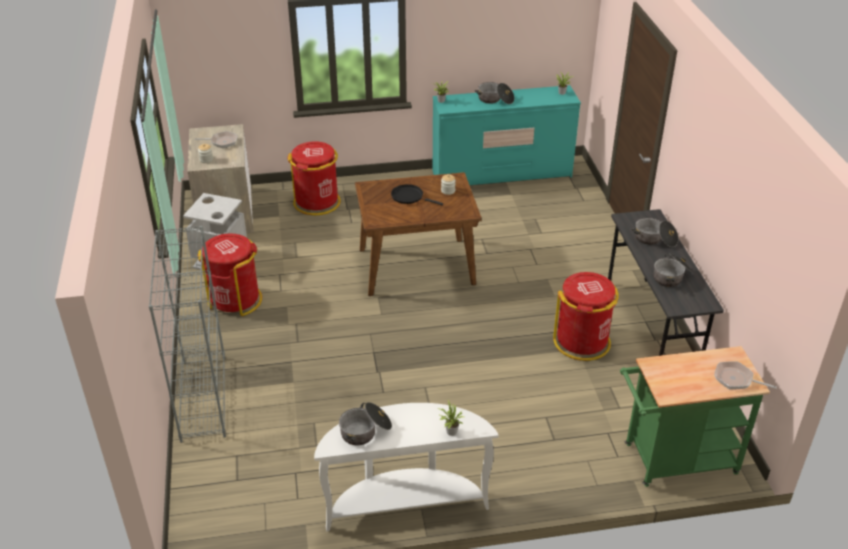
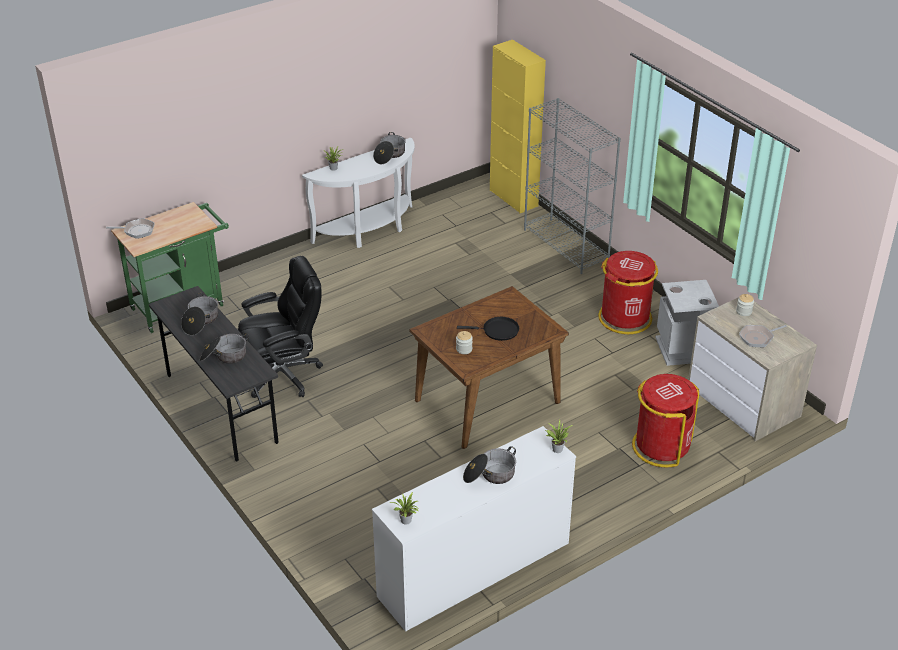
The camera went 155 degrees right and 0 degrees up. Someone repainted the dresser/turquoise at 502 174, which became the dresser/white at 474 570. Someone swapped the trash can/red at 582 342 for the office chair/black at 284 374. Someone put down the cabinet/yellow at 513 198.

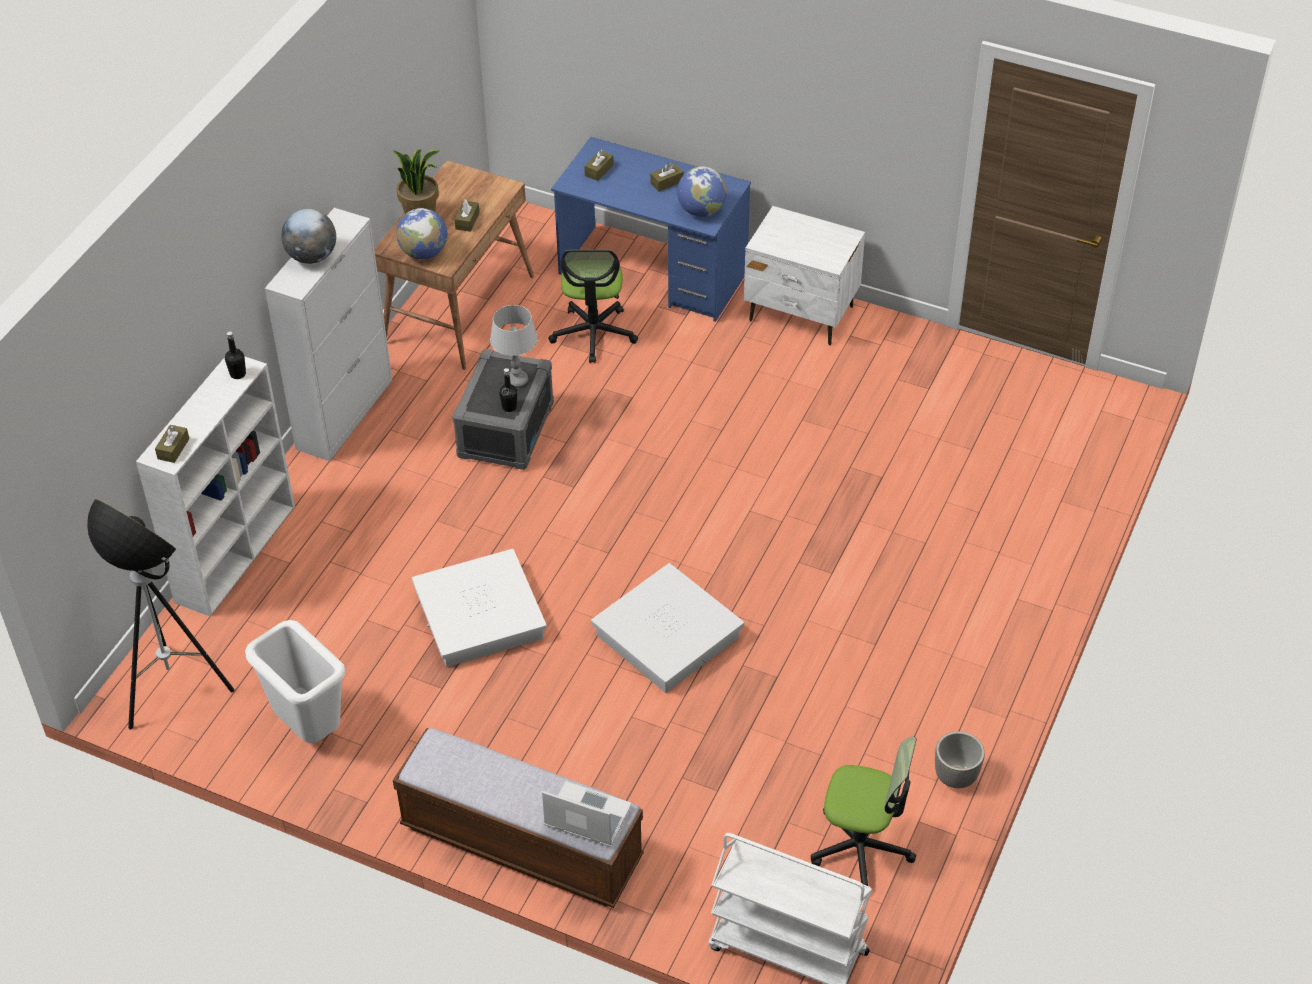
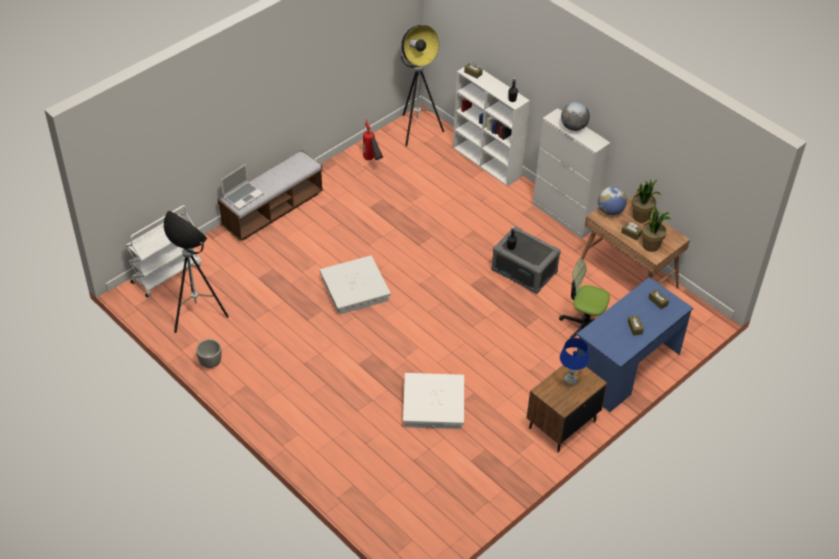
The camera went 110 degrees right and 0 degrees up. Someone swapped the trash can/white at 308 728 for the fire extinguisher at 372 163. Someone carried the storage box/white from 480 616 to 433 405. Someone took away the table lamp/grey at 517 380. Someone took away the globe at 701 211. Someone repainted the nightstand/white at 801 314, which became the nightstand/brown at 561 425. Someone swapped the office chair at 861 848 for the floor lamp at 197 315. Someone put down the table lamp/blue at 570 380. Someone put down the potted plant at 651 245.

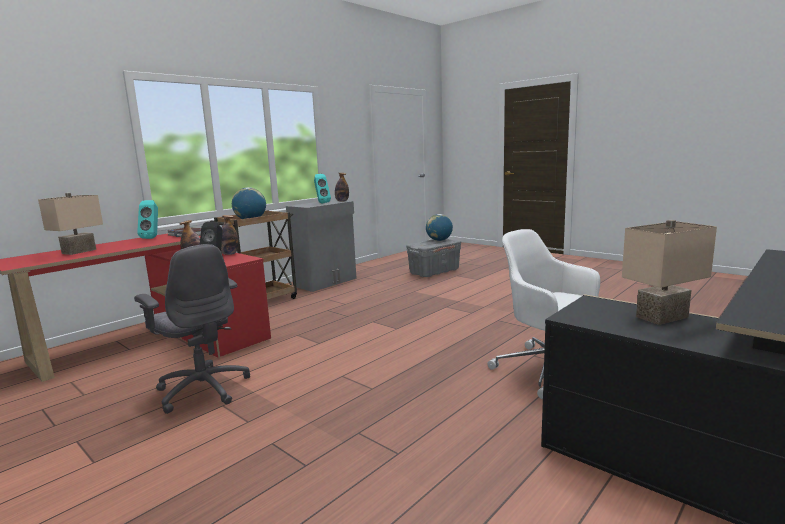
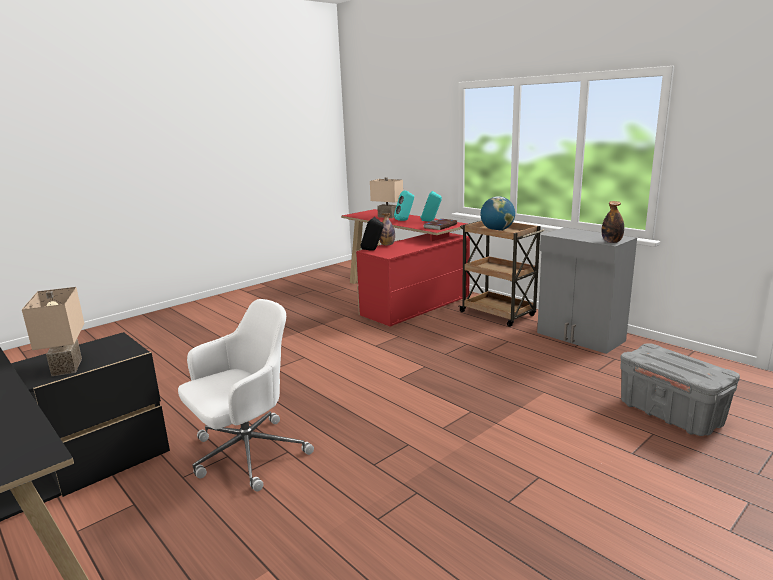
The camera went 95 degrees right and 5 degrees up. Someone took away the office chair/grey at 203 389. Someone took away the bottle at 229 254. Someone carried the speaker/turquoise from 321 203 to 405 220. Someone took away the globe at 439 240.

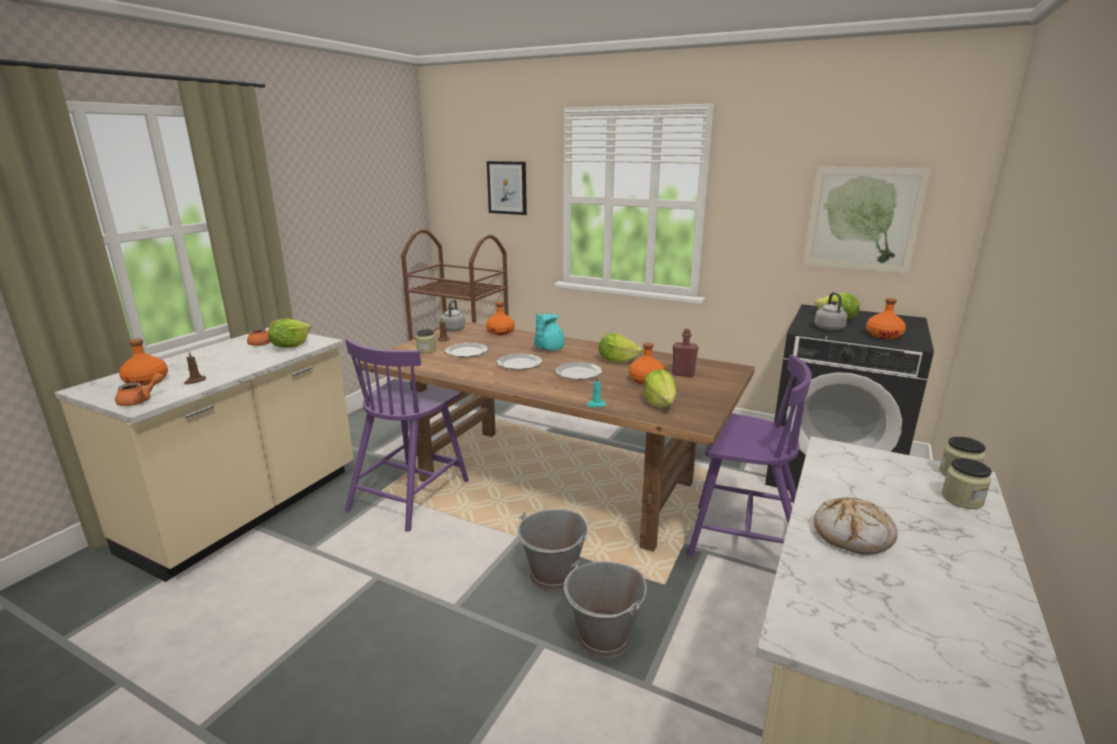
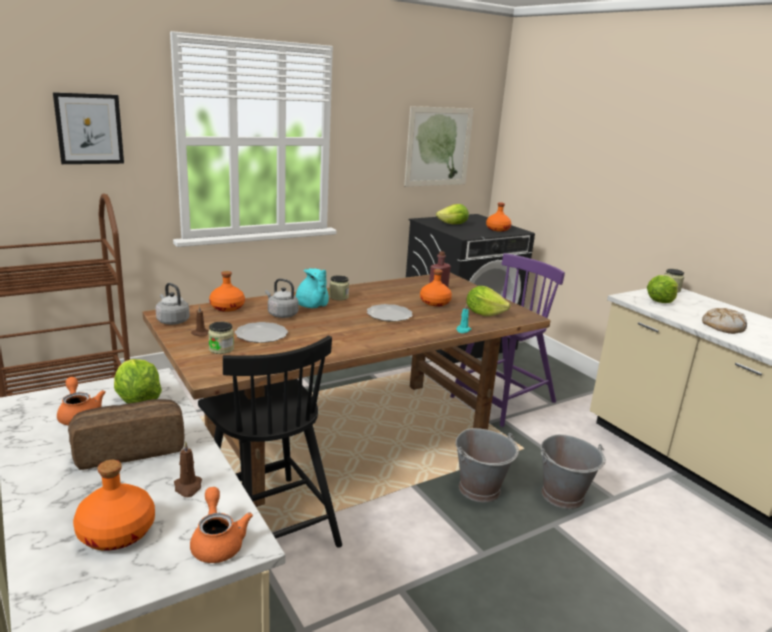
The camera went 60 degrees left and 0 degrees up. Someone repainted the chair/purple at 410 494, which became the chair/black at 269 523. Someone took away the plate at 520 363. Someone carried the lettuce from 617 360 to 660 301. Someone carried the kettle/grey from 828 327 to 281 314. Someone carried the jar from 962 499 to 338 297. Someone put down the bread at 130 449.

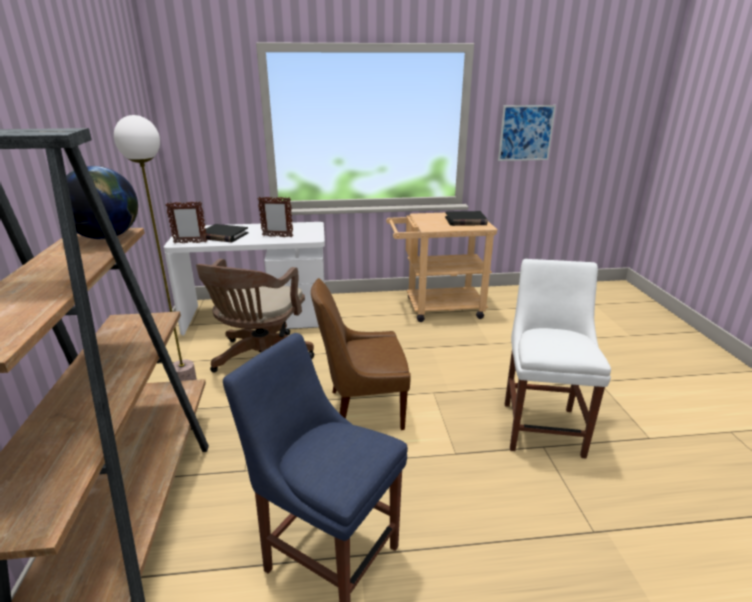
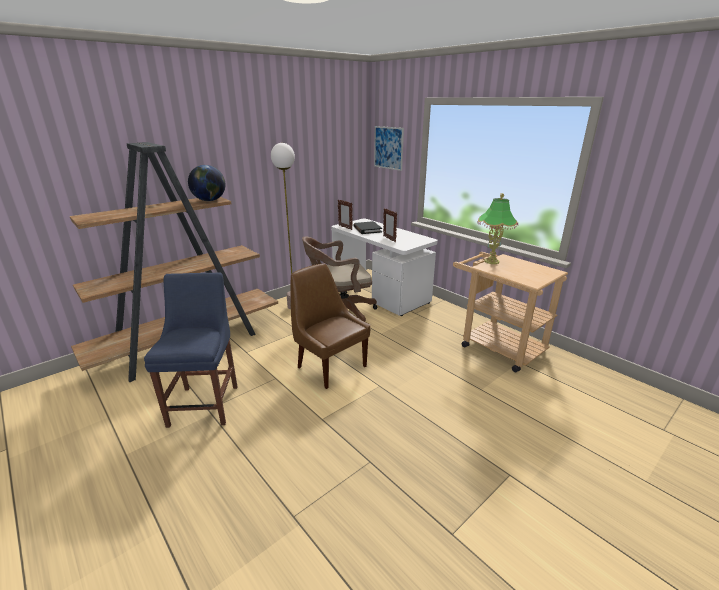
The camera went 55 degrees right and 0 degrees up. Someone took away the book/black at 465 221. Someone carried the picture from 526 133 to 388 148. Someone took away the chair/white at 542 425. Someone put down the table lamp at 491 261.

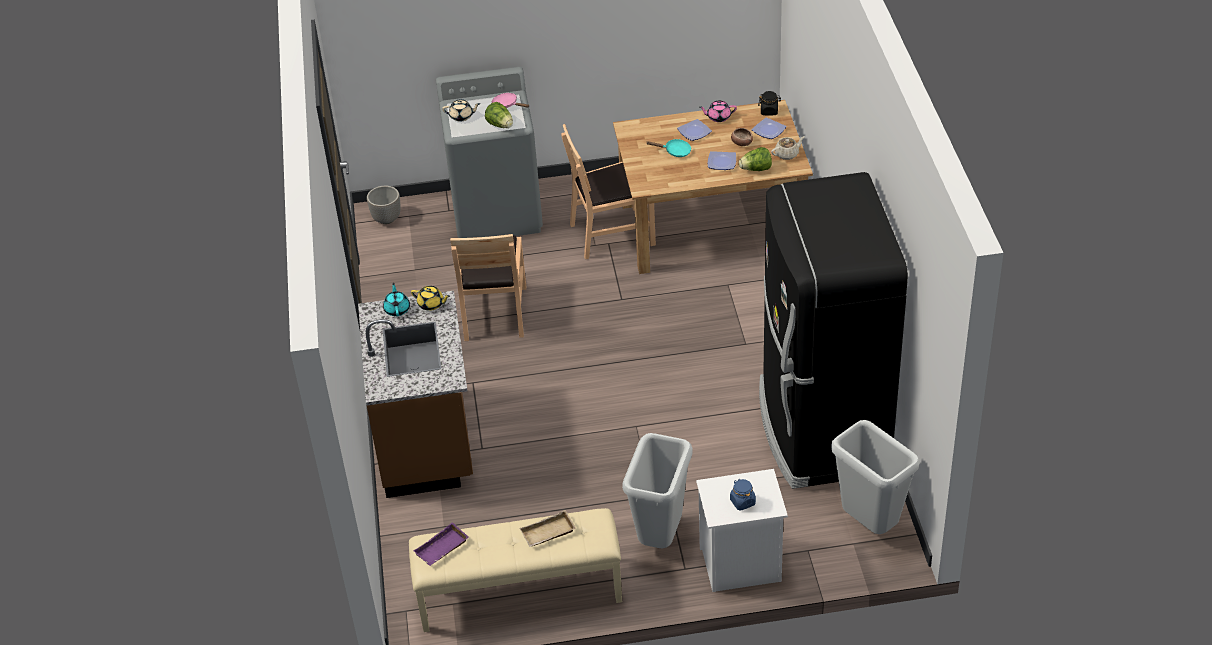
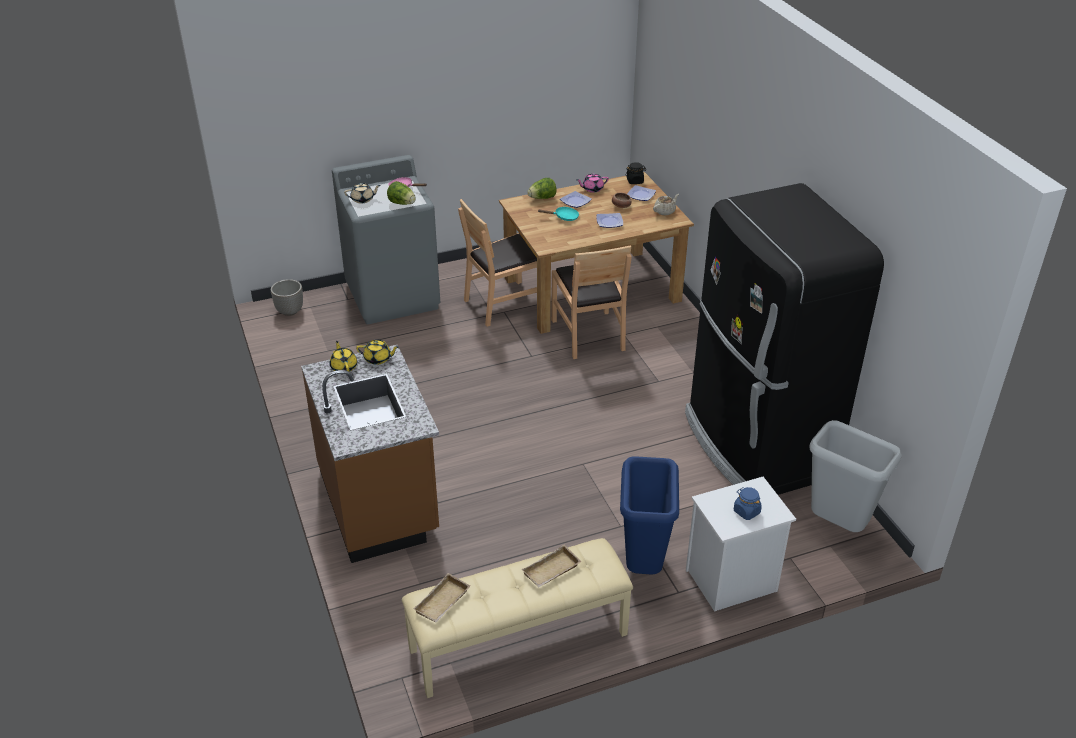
The camera went 15 degrees left and 5 degrees down. Someone repainted the teapot/turquoise at 397 309, which became the teapot/yellow at 344 366. Someone repainted the tray/purple at 442 549, which became the tray/beige at 443 603. Someone carried the chair/brown from 493 313 to 589 334. Someone repainted the trash can/grey at 659 537, which became the trash can/blue at 642 565. Someone carried the lettuce from 756 169 to 542 198.

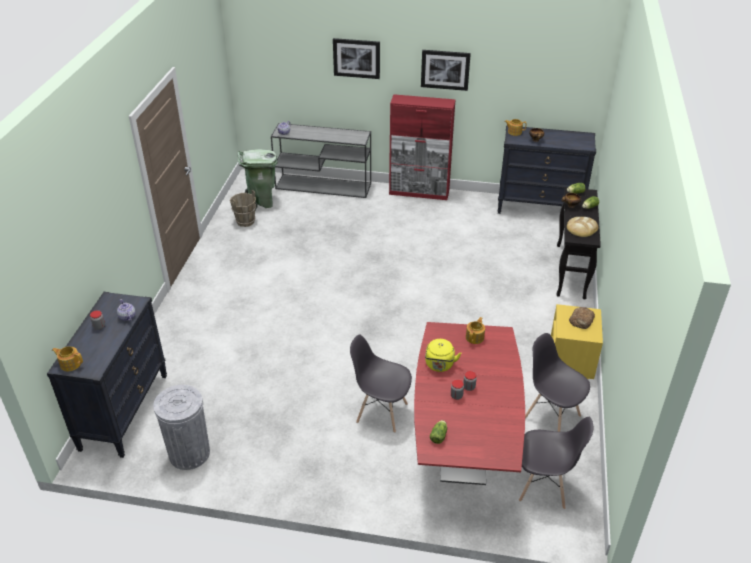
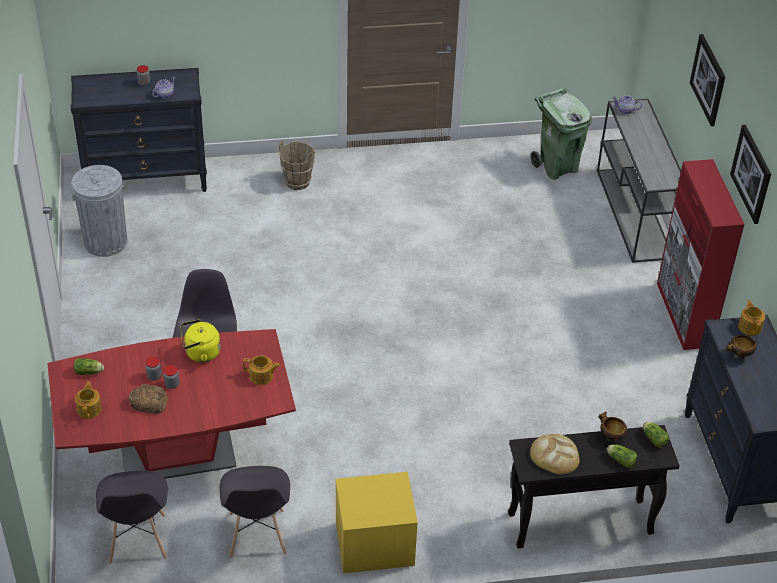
The camera went 70 degrees right and 5 degrees up. Someone carried the teapot from 70 364 to 89 409. Someone carried the bucket/brown from 245 222 to 297 182. Someone rotated the chair/grey at 551 416 by 150 degrees clockwise. Someone carried the bread from 581 320 to 148 402.

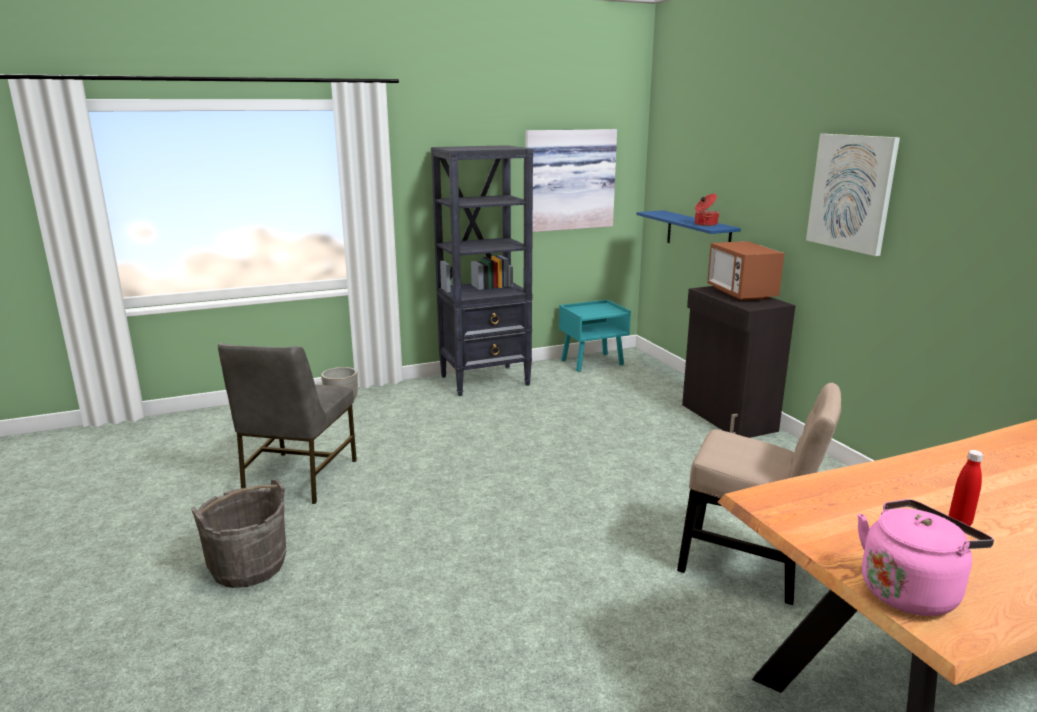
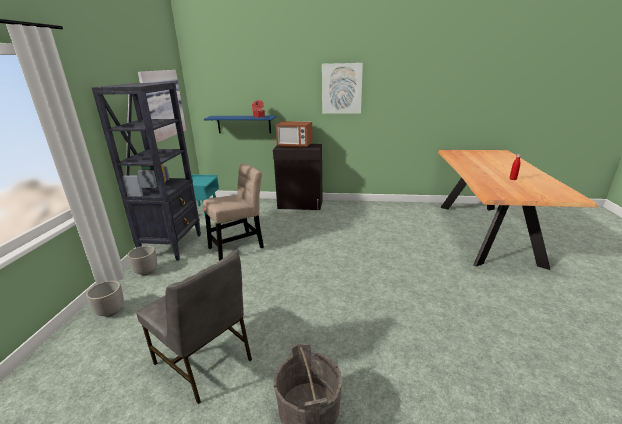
The camera went 60 degrees left and 5 degrees up. Someone carried the chair/beige from 748 567 to 238 246. Someone took away the kettle/pink at 911 591. Someone put down the planter at 146 271.

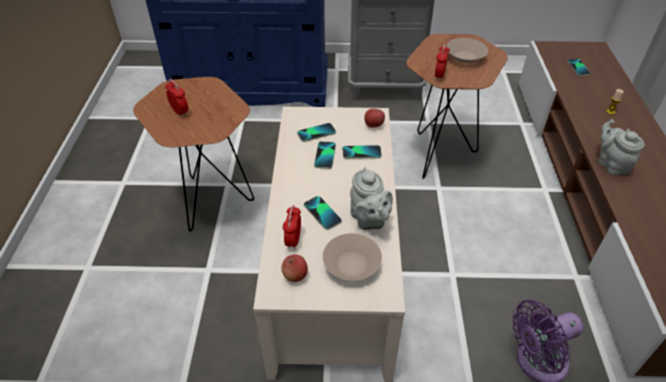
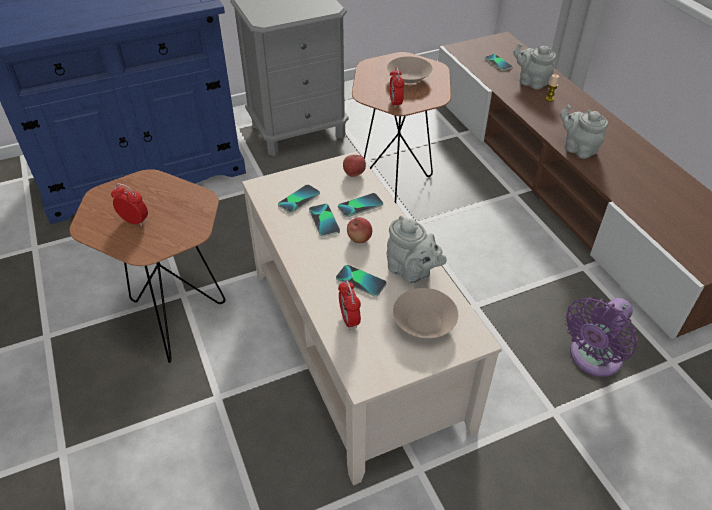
The camera went 25 degrees left and 0 degrees up. Someone carried the apple from 295 275 to 359 239. Someone put down the teapot/grey at 531 82.

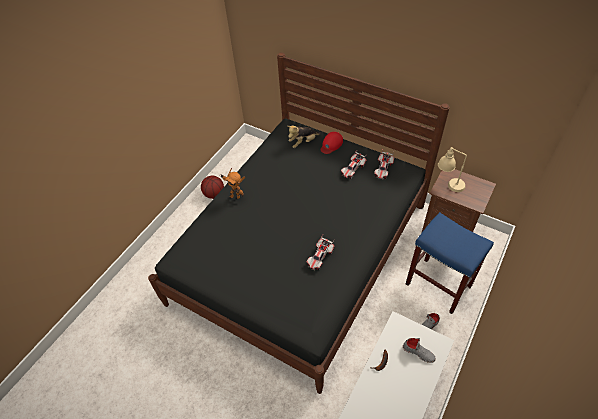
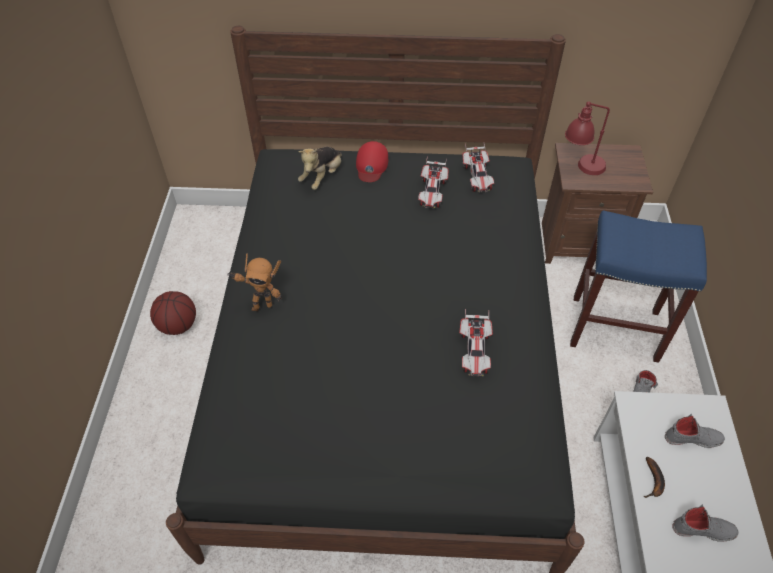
The camera went 30 degrees left and 0 degrees up. Someone repainted the table lamp/beige at 448 185, which became the table lamp/red at 581 168. Someone put down the shoe/grey at 703 529.

